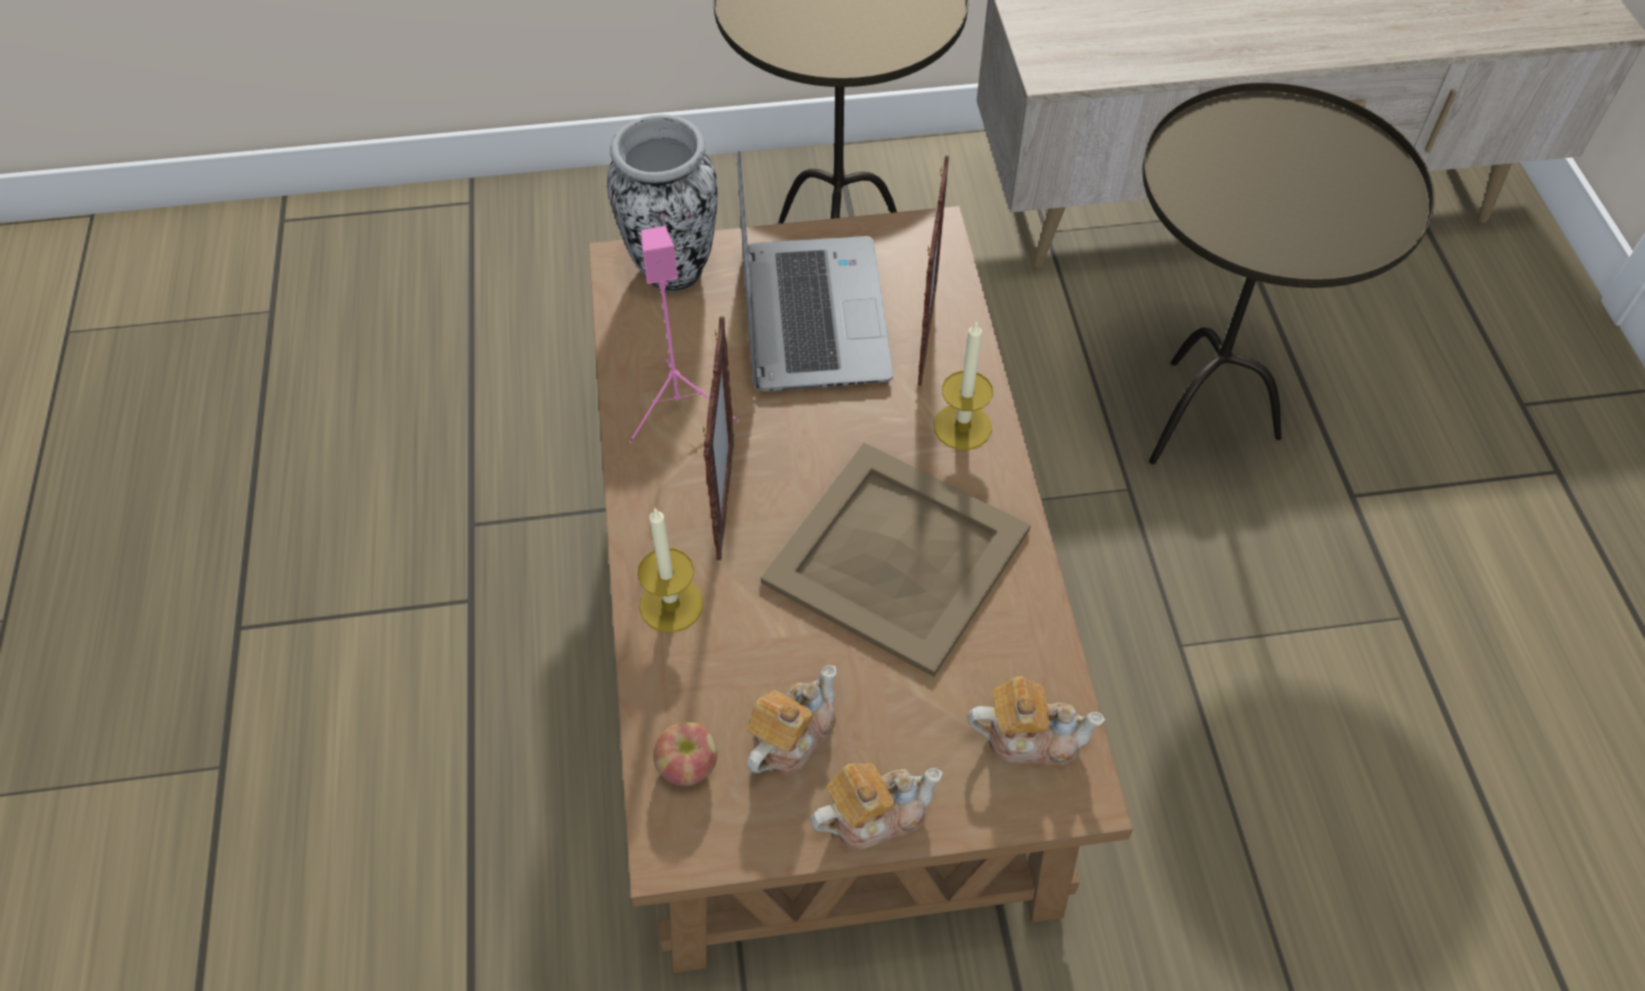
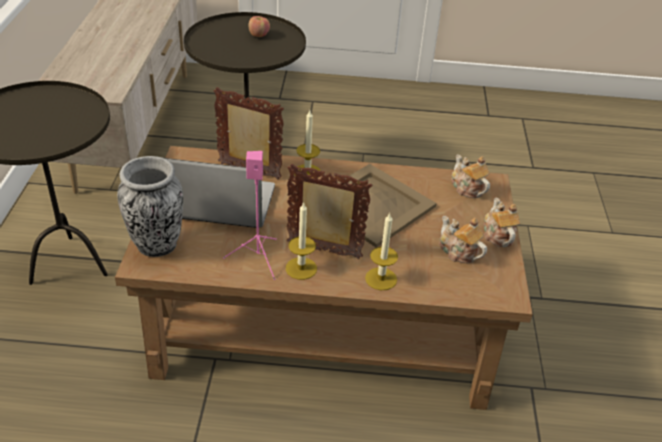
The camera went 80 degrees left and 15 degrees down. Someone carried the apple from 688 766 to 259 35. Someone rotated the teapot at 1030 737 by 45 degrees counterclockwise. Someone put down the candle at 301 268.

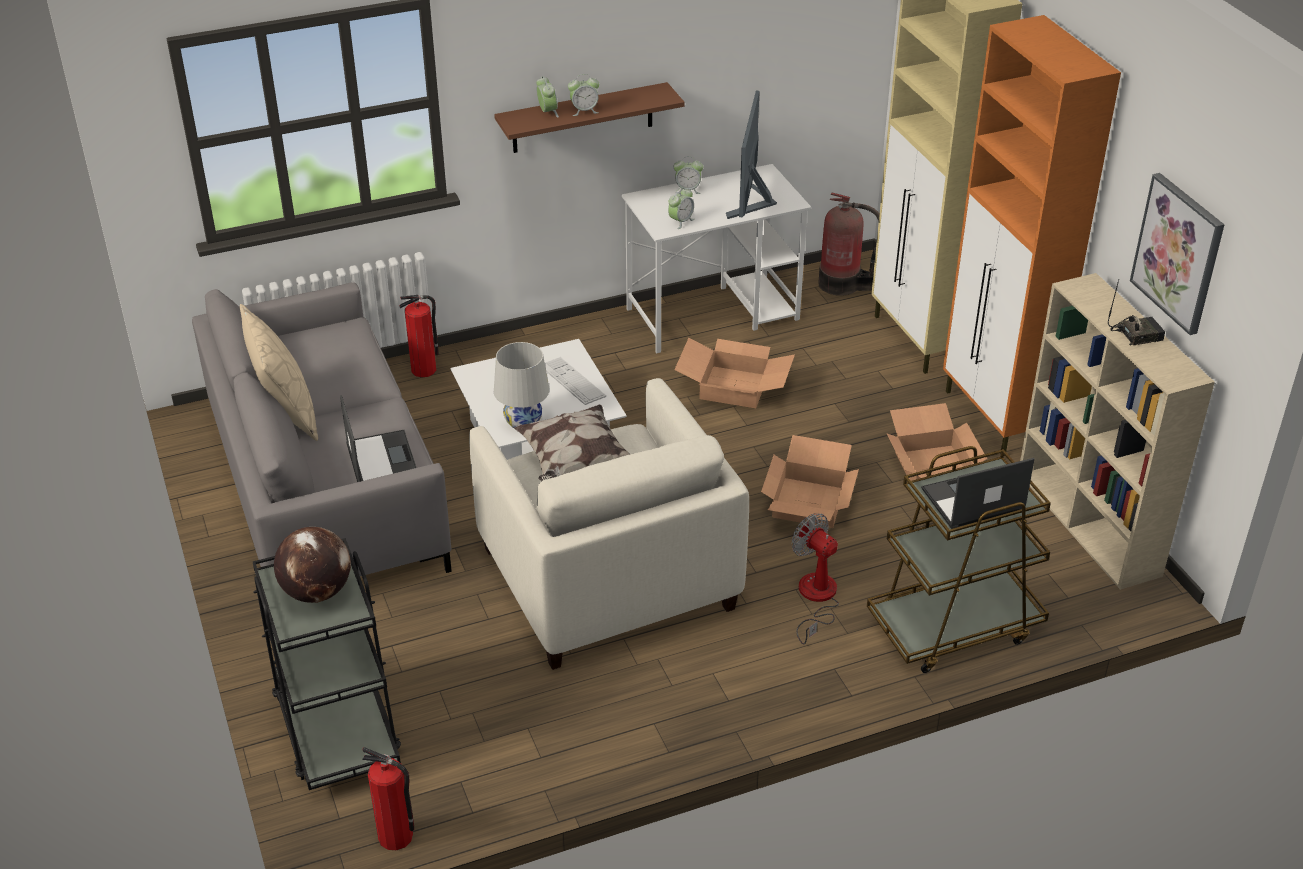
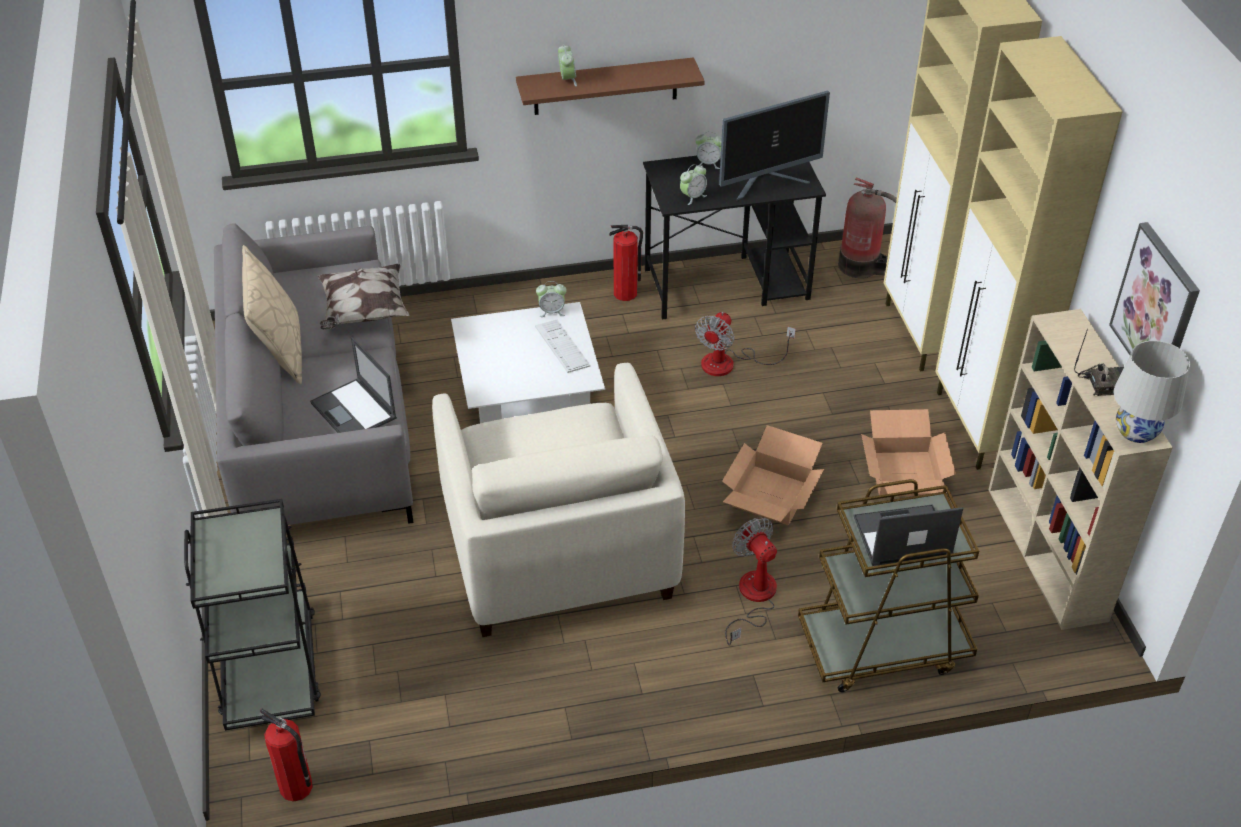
The camera went 10 degrees right and 5 degrees up. Someone took away the globe at 317 591. Someone rotated the laptop at 381 459 by 150 degrees clockwise. Someone carried the fire extinguisher from 424 369 to 626 293. Someone carried the table lamp/white from 523 421 to 1136 431. Someone carried the pillow from 573 462 to 363 312. Someone carried the alarm clock from 584 111 to 552 311. Someone repainted the desk/white at 714 314, which became the desk/black at 728 284. Someone swapped the cardboard box at 735 386 for the fan at 729 363. Someone rotated the monitor at 751 201 by 135 degrees counterclockwise. Someone repainted the cabinet/orange at 994 419, which became the cabinet/beige at 978 428.

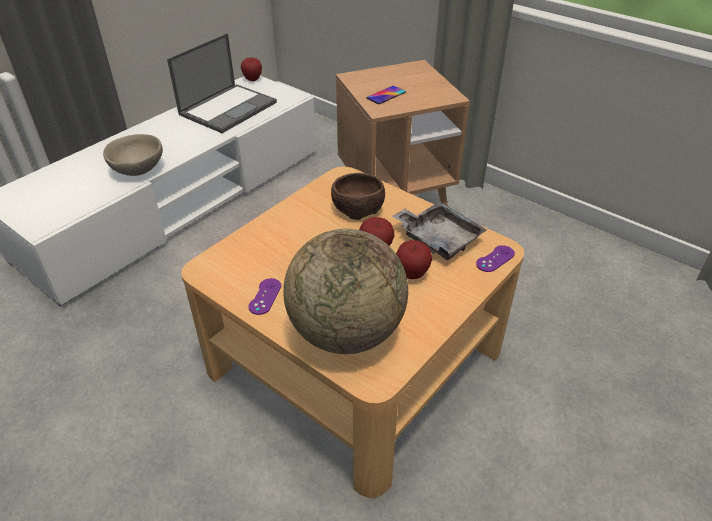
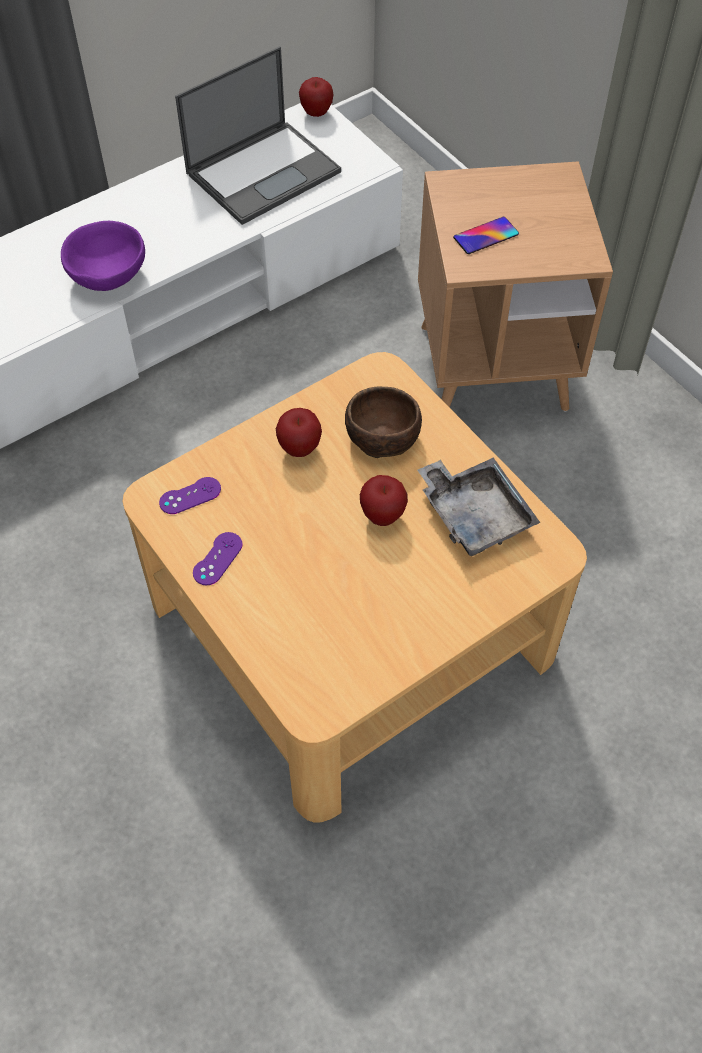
The camera went 15 degrees right and 15 degrees up. Someone repainted the bowl/beige at 137 169, which became the bowl/purple at 108 275. Someone took away the globe at 346 332. Someone carried the apple from 412 274 to 299 448. Someone carried the game controller/purple from 495 259 to 190 496.

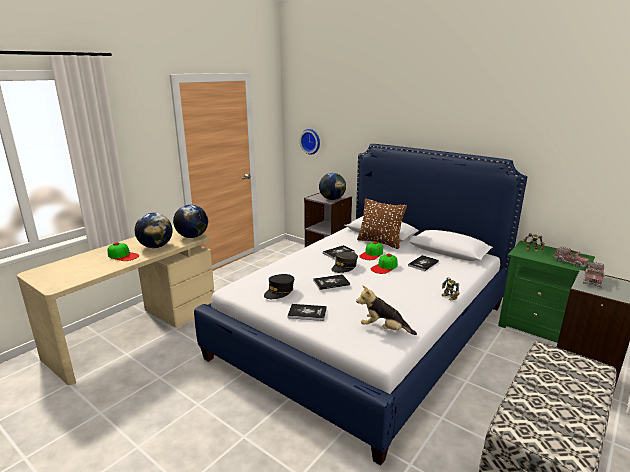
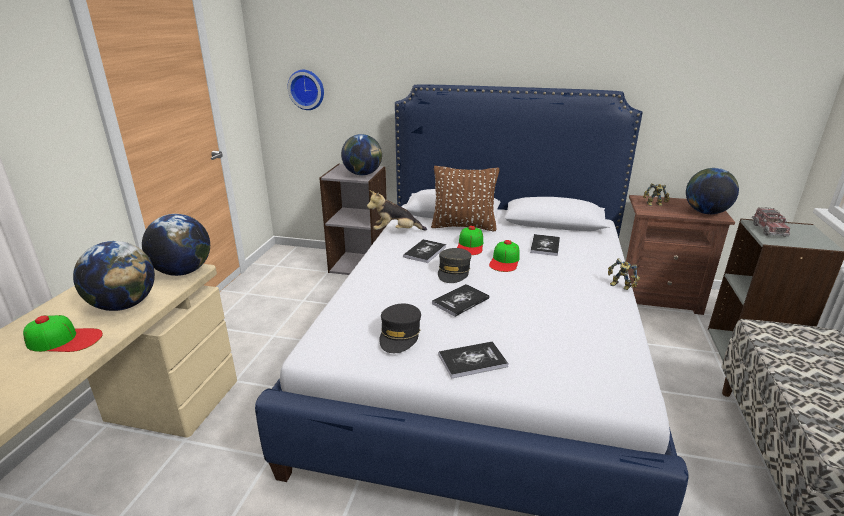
The camera went 25 degrees left and 5 degrees up. Someone carried the plush toy from 384 329 to 396 232. Someone repainted the nightstand/green at 536 327, which became the nightstand/brown at 658 297. Someone swapped the toy truck at 570 262 for the globe at 705 212.

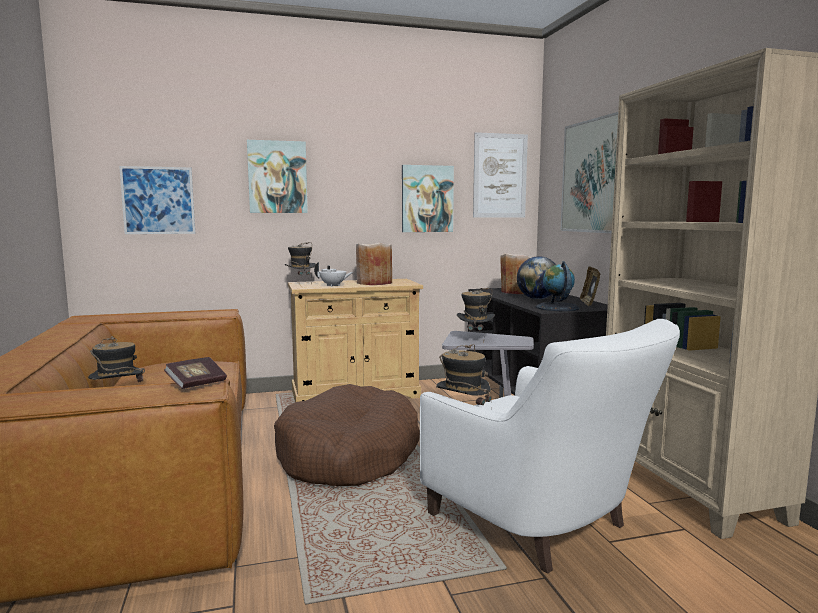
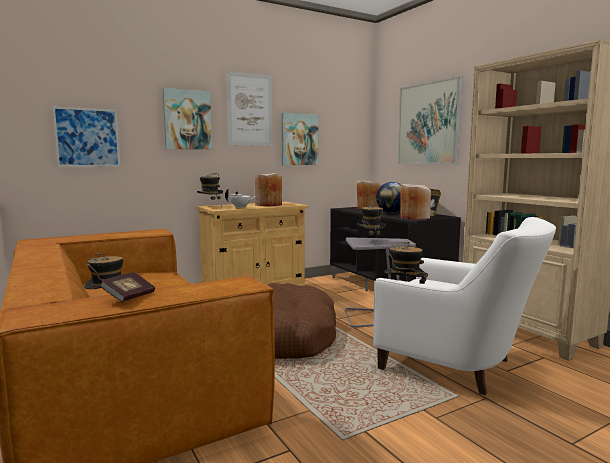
The camera went 15 degrees left and 0 degrees up. Someone carried the book from 196 384 to 129 297. Someone carried the picture from 500 176 to 250 109. Someone swapped the globe at 557 307 for the vase/beige at 414 217.

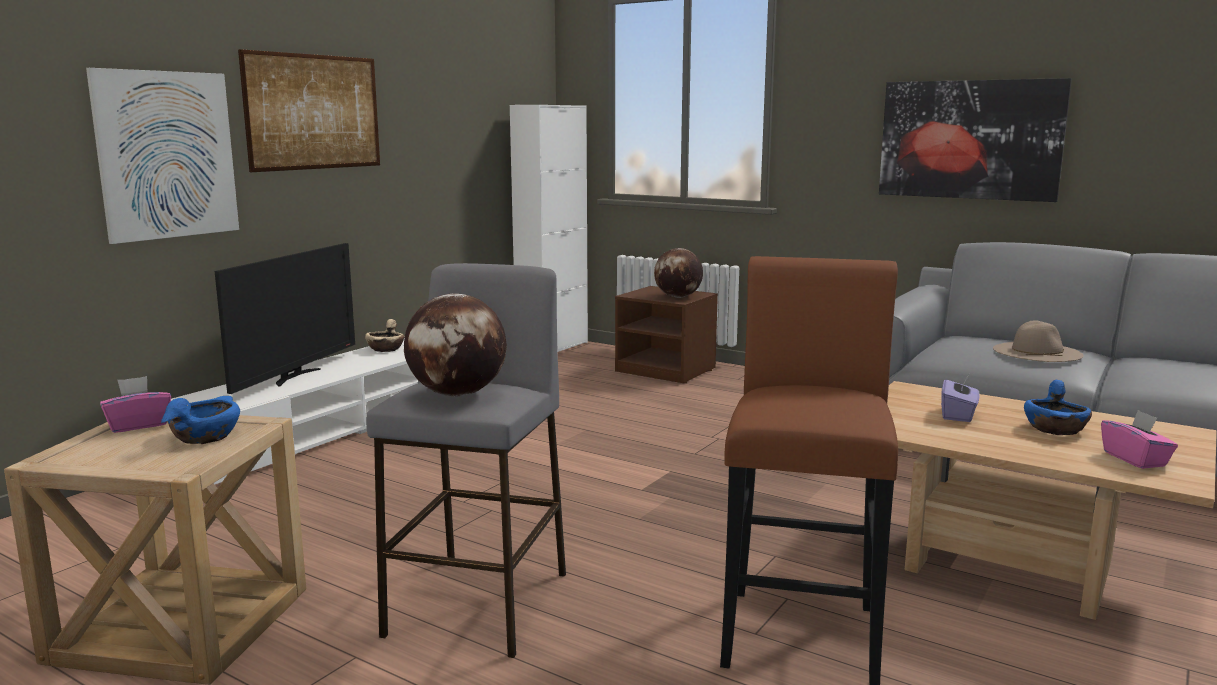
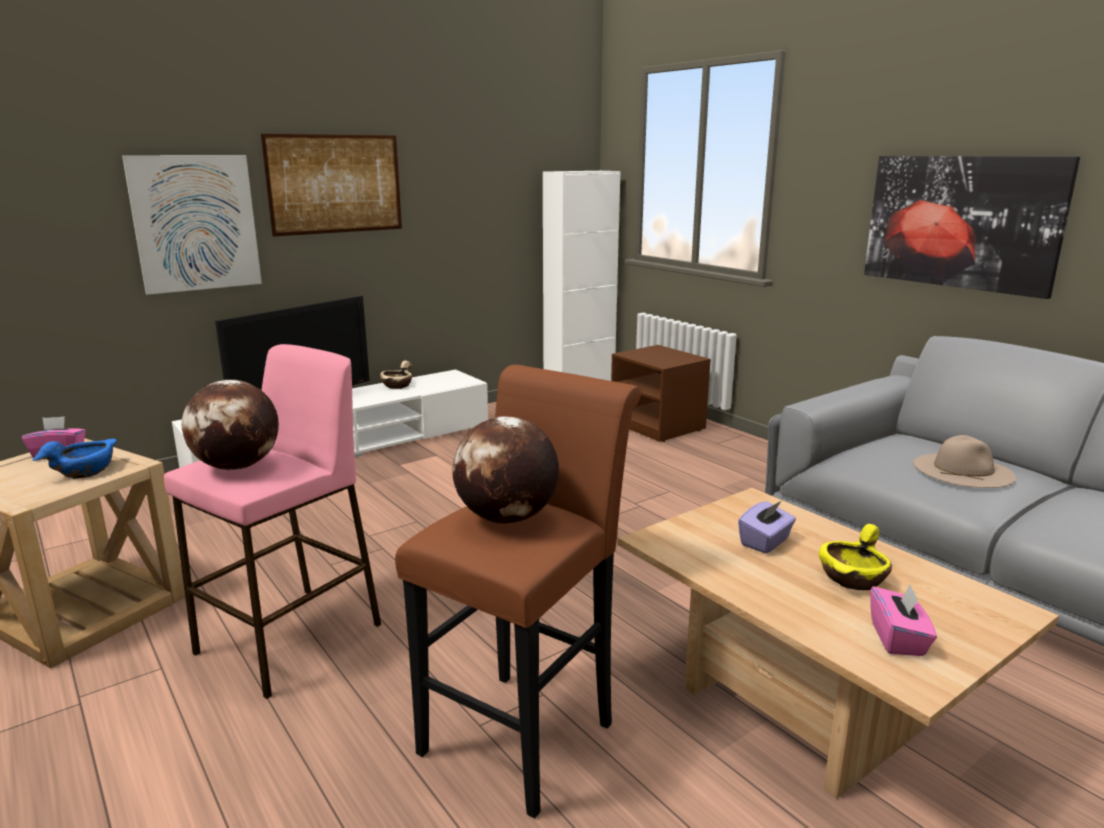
The camera went 20 degrees right and 5 degrees up. Someone repainted the stool/grey at 479 602, which became the stool/pink at 291 638. Someone carried the globe from 678 297 to 507 518. Someone repainted the bowl/blue at 1055 429, which became the bowl/yellow at 853 579.

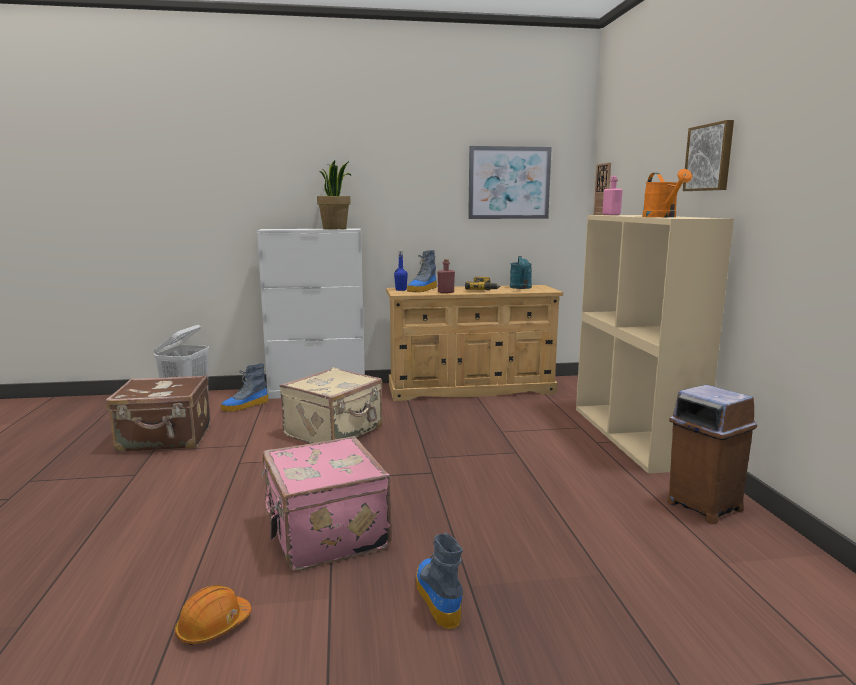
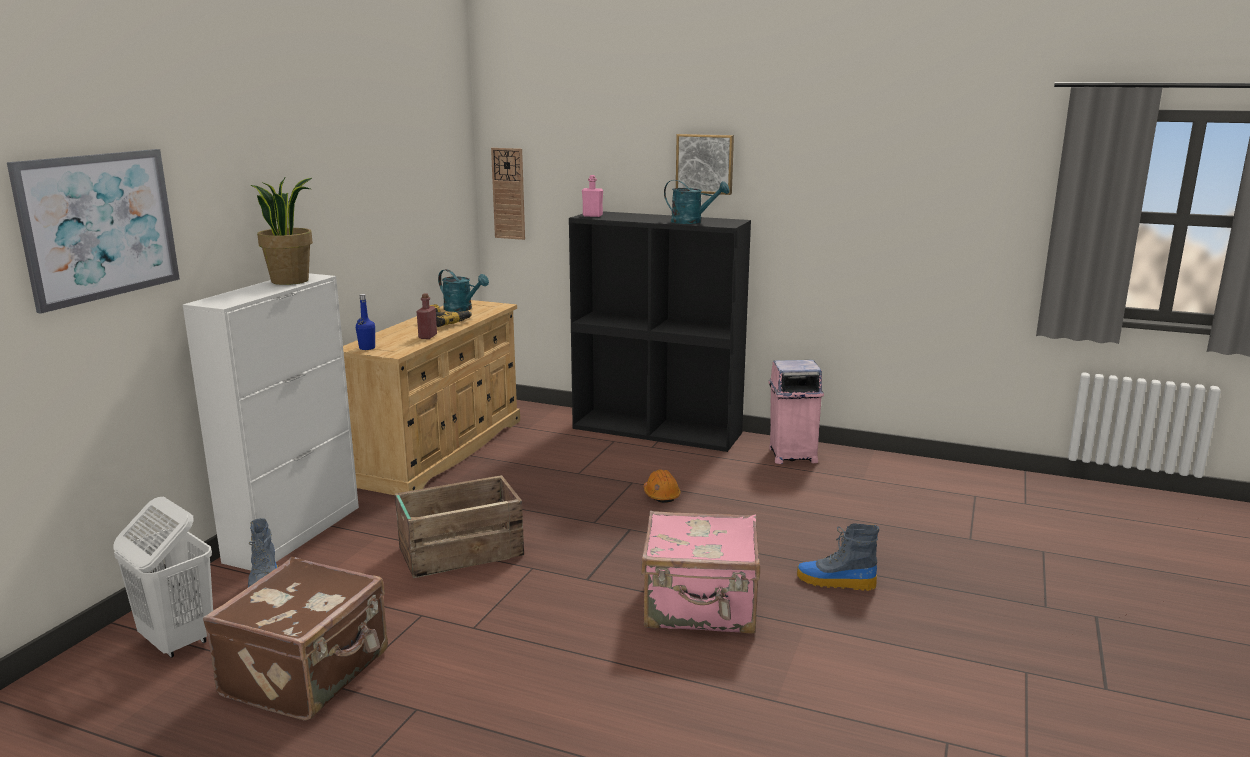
The camera went 60 degrees left and 5 degrees up. Someone carried the hard hat/orange from 213 626 to 661 495. Someone swapped the suitcase/beige at 335 432 for the crate at 459 552. Someone took away the boot at 422 290. Someone carried the picture from 509 183 to 99 226. Someone repainted the bookcase/beige at 634 436, which became the bookcase/black at 658 430. Someone repainted the watering can/orange at 662 217, which became the watering can/turquoise at 692 222. Someone repainted the trash can/brown at 703 506, which became the trash can/pink at 791 455.

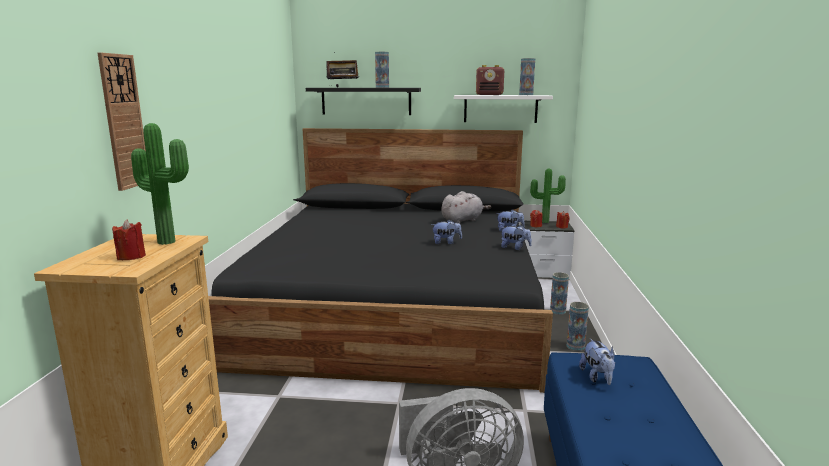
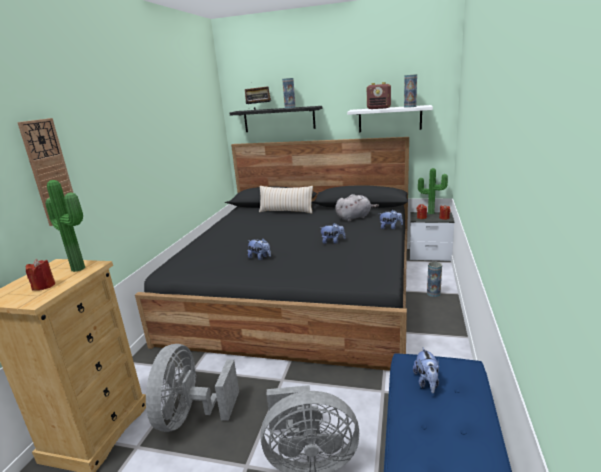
The camera went 10 degrees right and 5 degrees up. Someone carried the plush toy from 515 248 to 260 258. Someone took away the vase at 575 346. Someone put down the fan/grey at 191 416. Someone put down the pillow/beige at 286 211.

